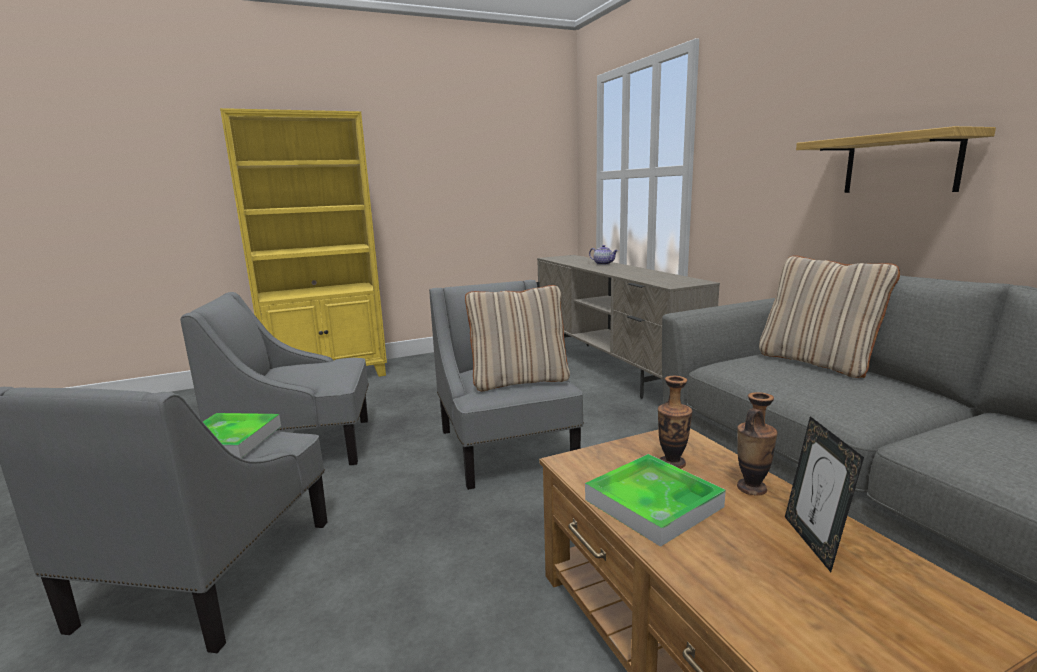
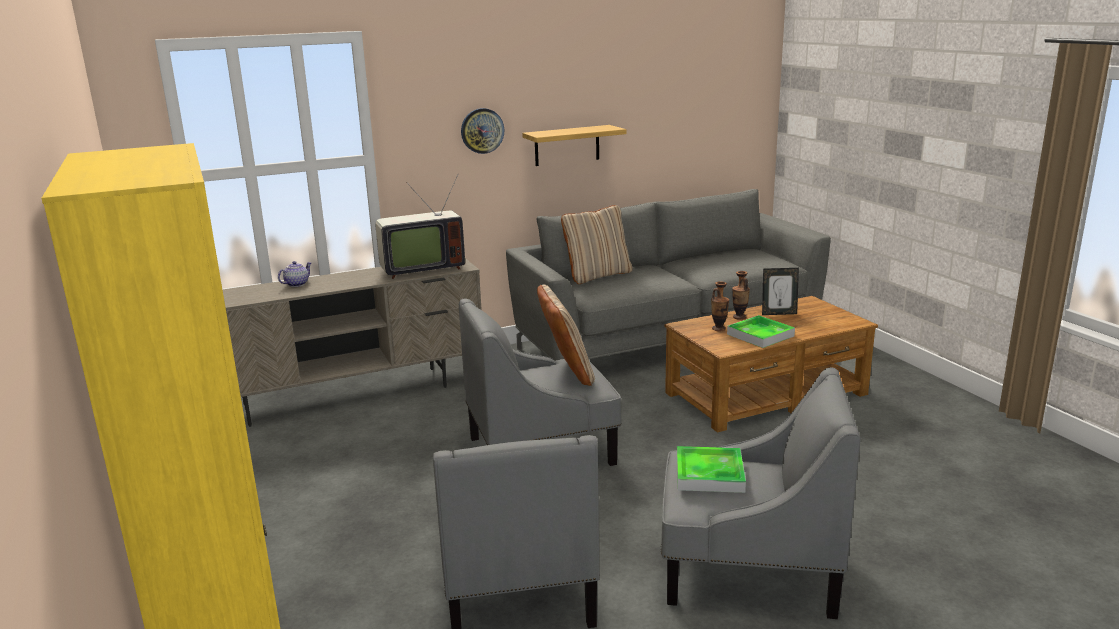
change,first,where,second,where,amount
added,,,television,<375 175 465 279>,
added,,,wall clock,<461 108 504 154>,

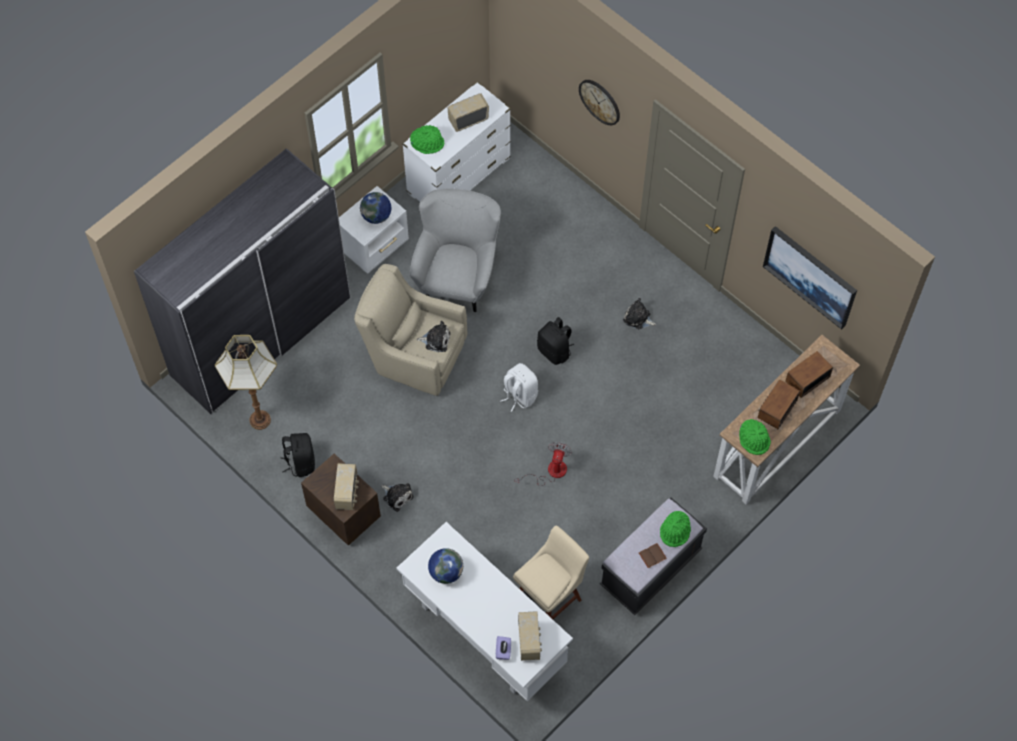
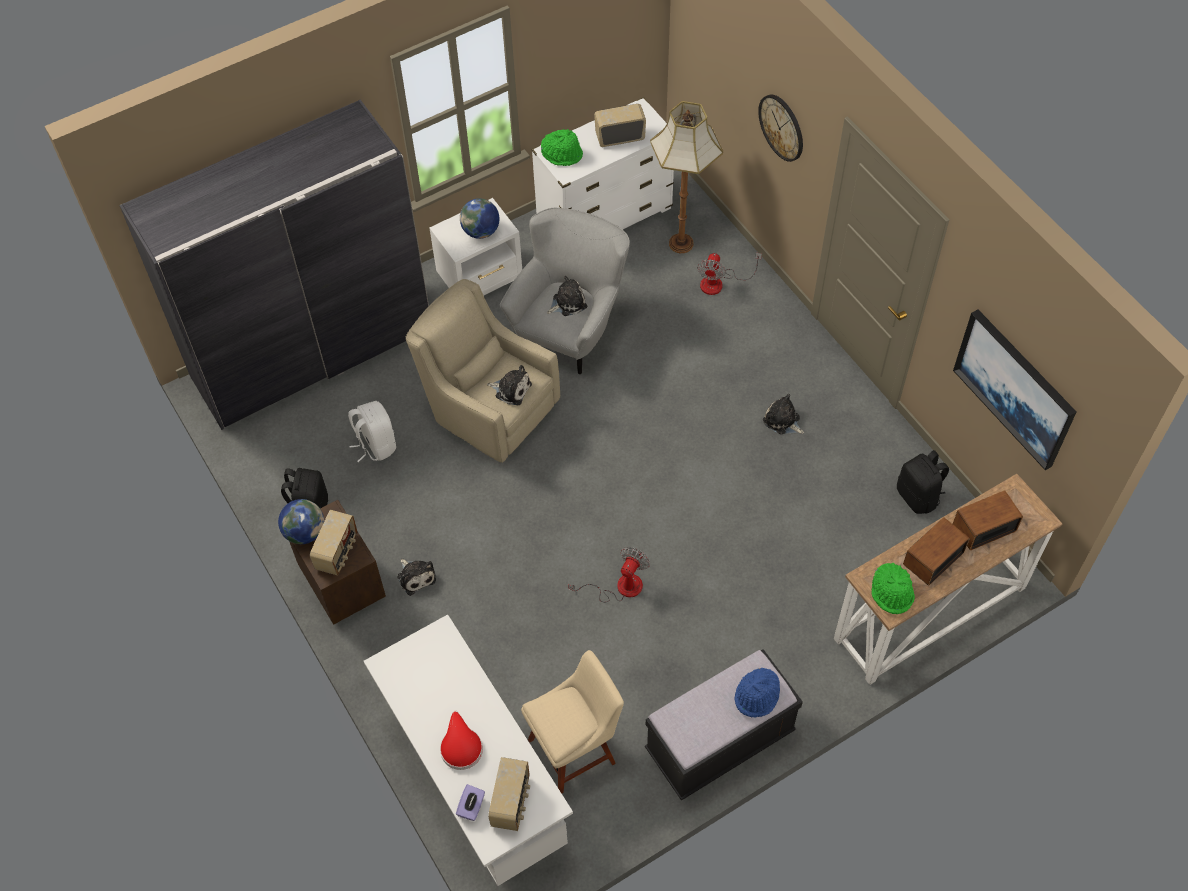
change,first,where,second,where,amount
moved,globe,<428 548 463 584>,,<278 499 324 544>,
moved,white backpack,<501 363 538 412>,,<348 401 396 462>,
added,,,red hat,<440 711 483 770>,
added,,,plush toy,<547 276 587 316>,
moved,floor lamp,<215 335 277 430>,,<650 101 723 253>,
added,,,fan,<697 253 762 295>,
recoloured,green hat,<660 511 691 547>,blue hat,<734 668 780 717>,
moved,black backpack,<537 317 574 365>,,<897 450 949 514>,
removed,brown book,<639 543 667 568>,,,

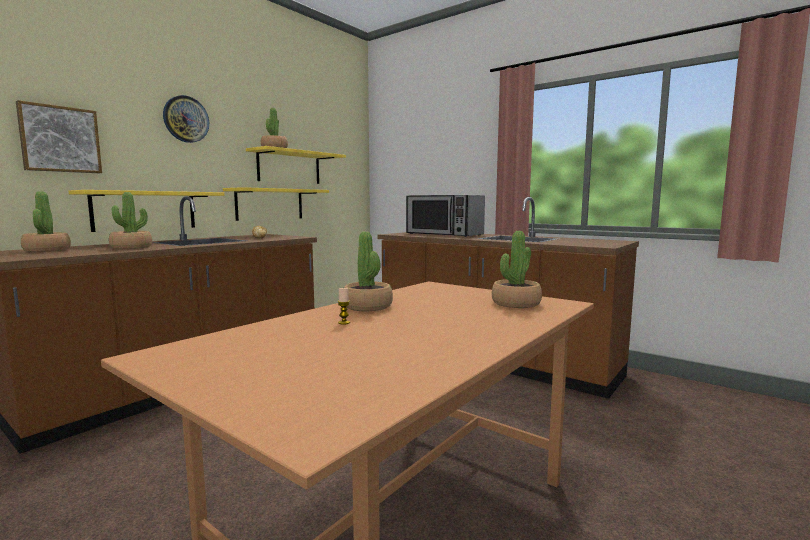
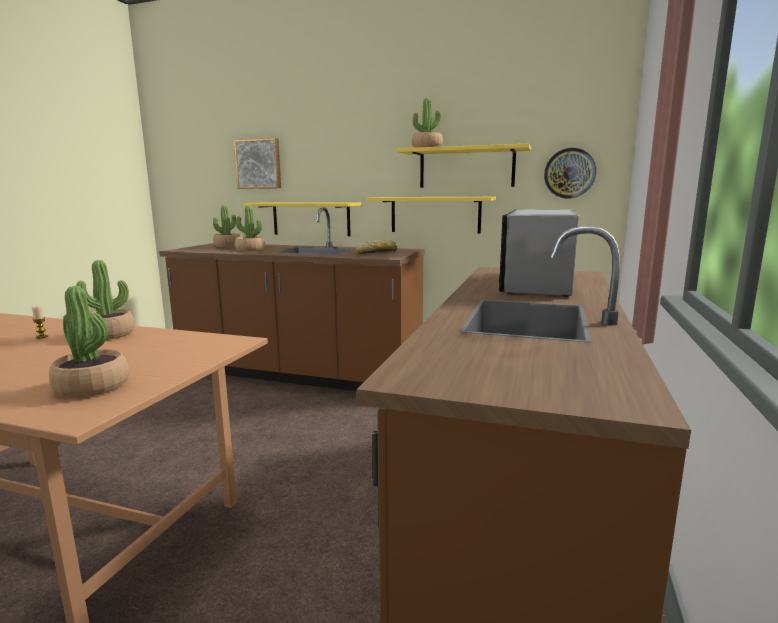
change,first,where,second,where,amount
moved,wall clock,<163 95 209 143>,,<544 148 596 198>,

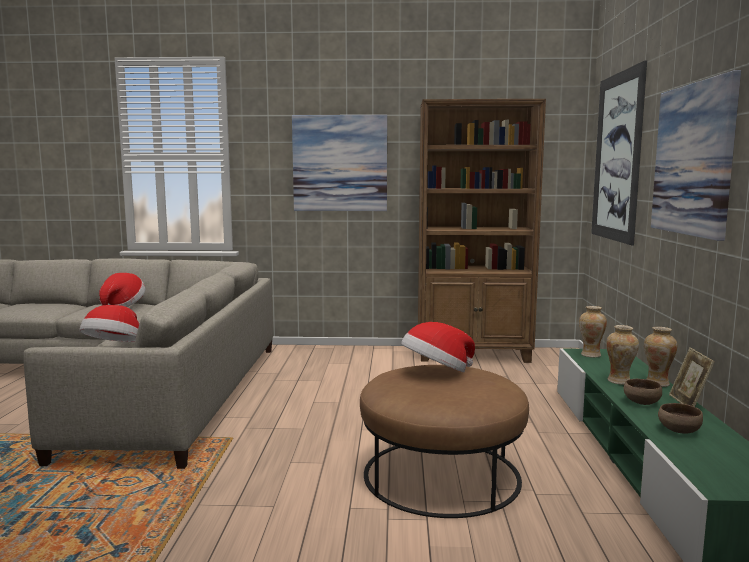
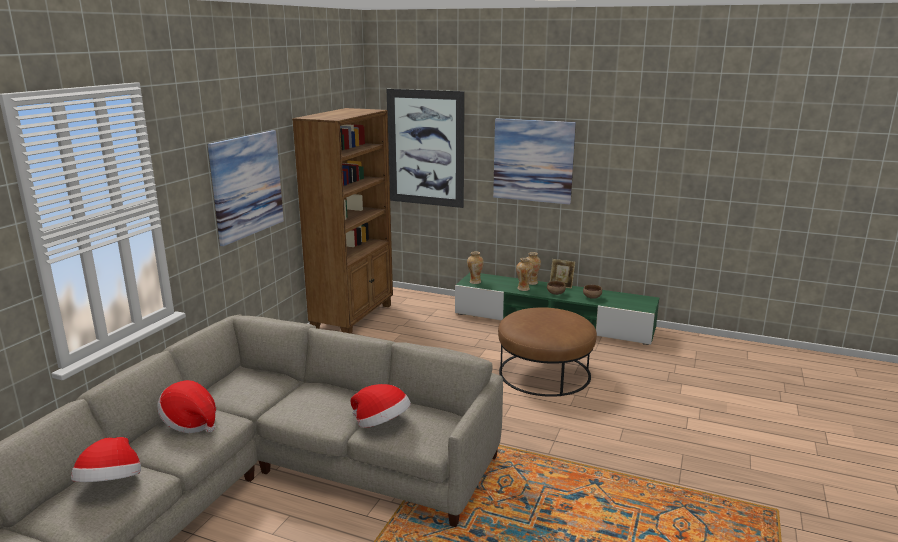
change,first,where,second,where,amount
moved,hat,<401 322 475 372>,,<71 437 141 482>,

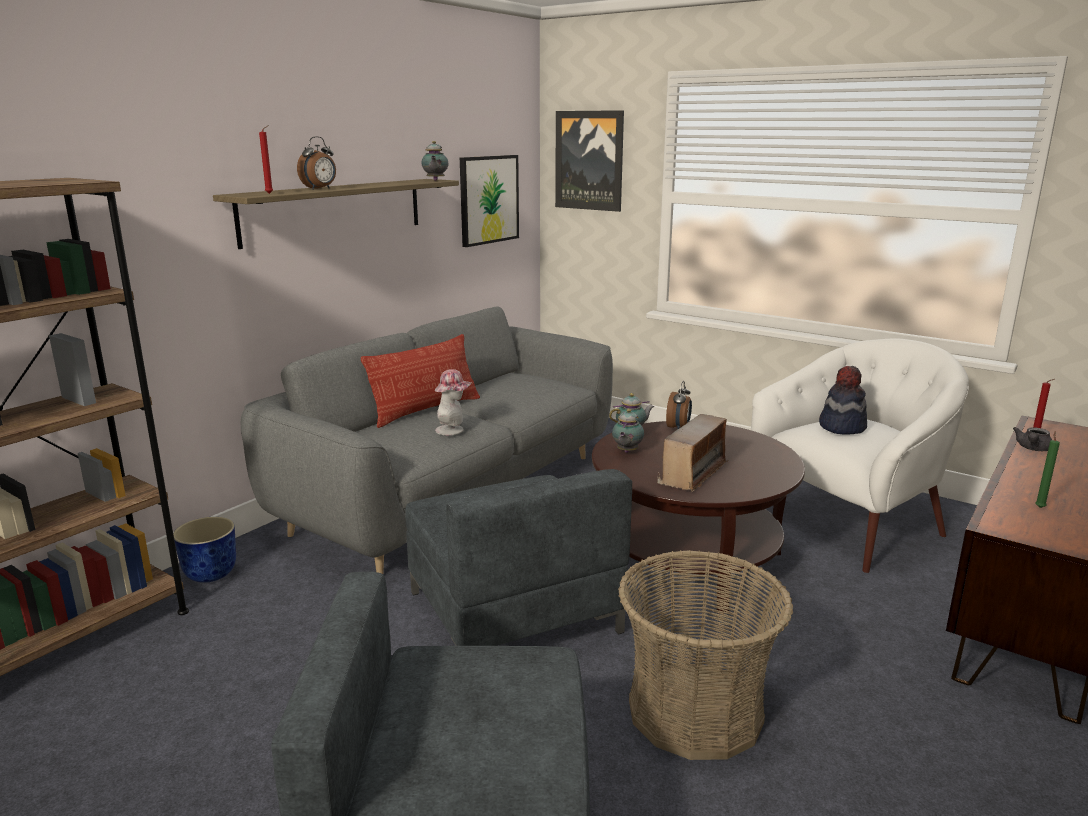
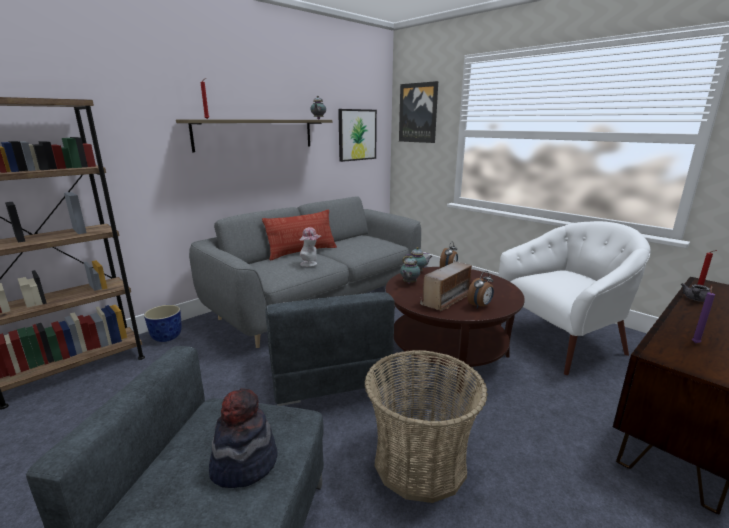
change,first,where,second,where,amount
moved,hat,<819 366 867 435>,,<209 388 278 488>,
moved,alarm clock,<297 136 336 190>,,<467 271 494 308>,
recoloured,green candle,<1035 431 1060 508>,purple candle,<692 286 715 343>,

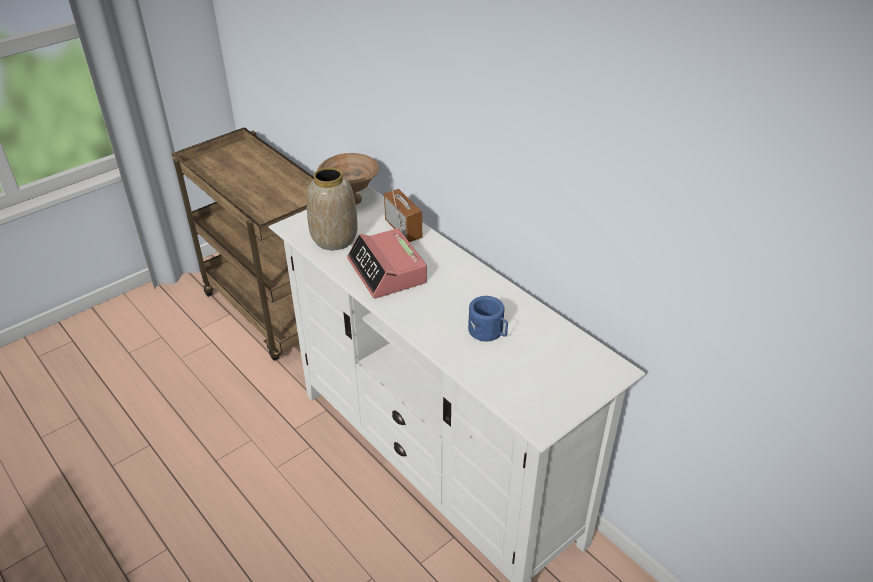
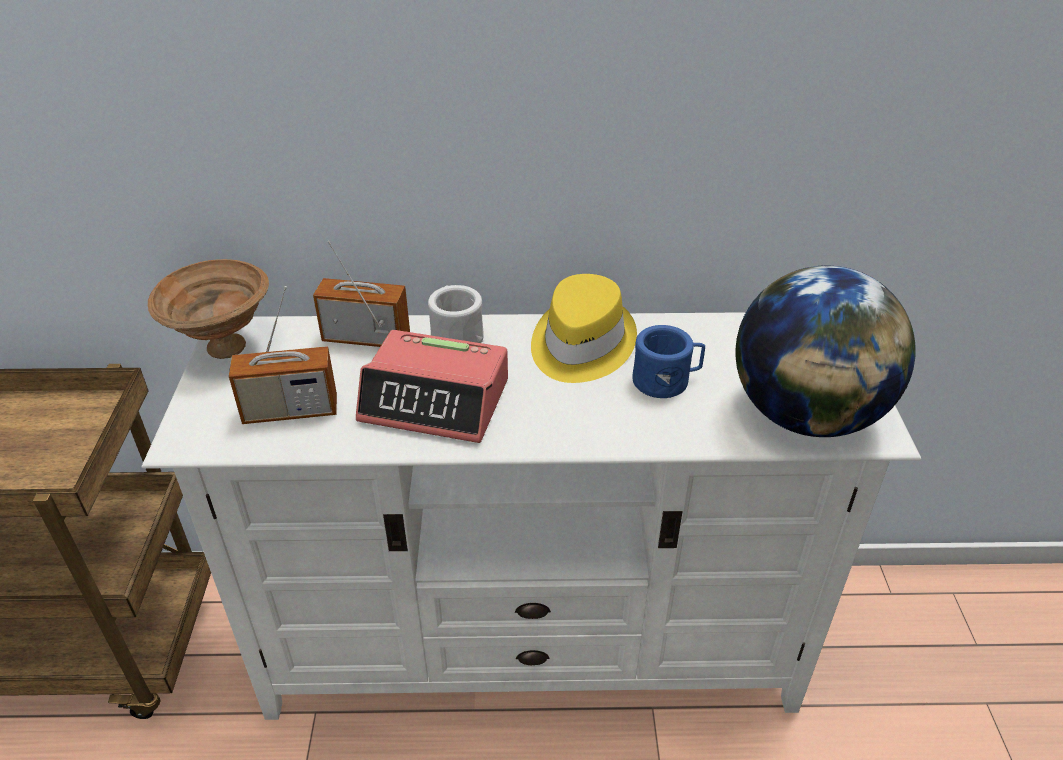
change,first,where,second,where,amount
replaced,vase,<307 167 358 250>,radio,<229 286 337 424>,
added,,,white mug,<428 285 484 343>,
added,,,yellow hat,<531 274 637 383>,
added,,,globe,<736 265 915 437>,

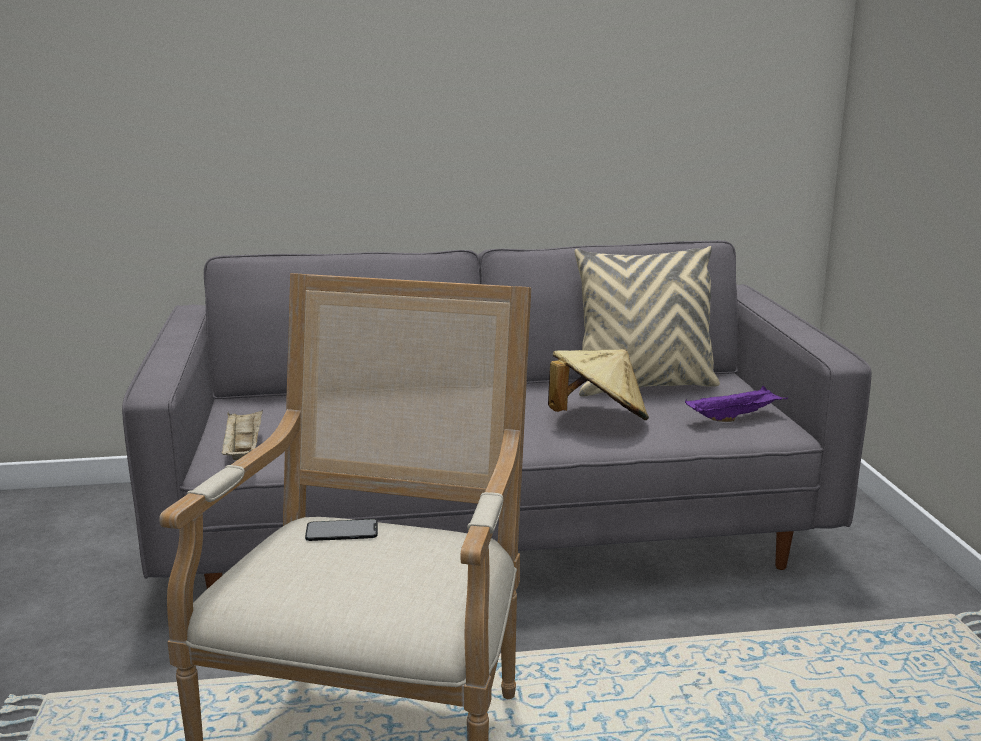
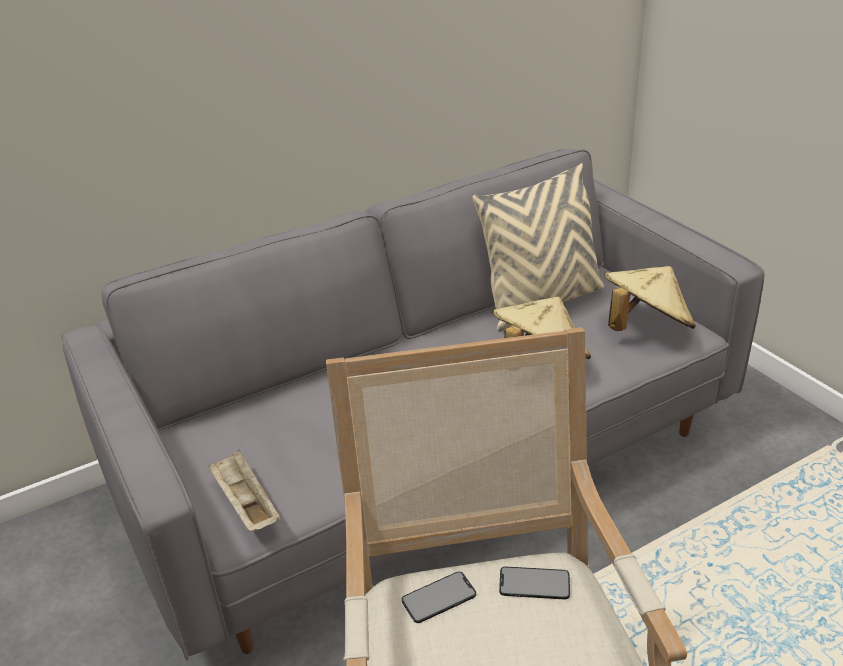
change,first,where,second,where,amount
added,,,phone,<499 567 570 600>,
replaced,purple tray,<685 386 788 422>,beige hat,<604 266 696 331>,

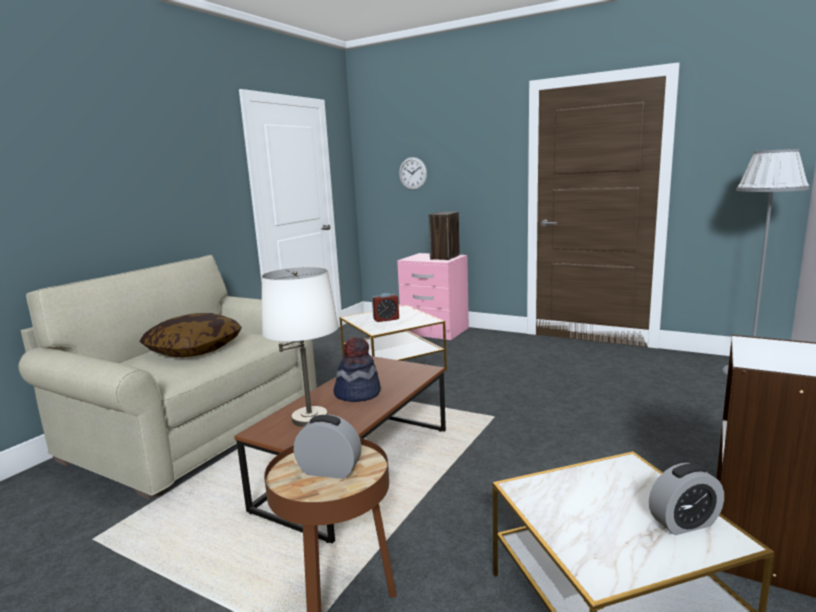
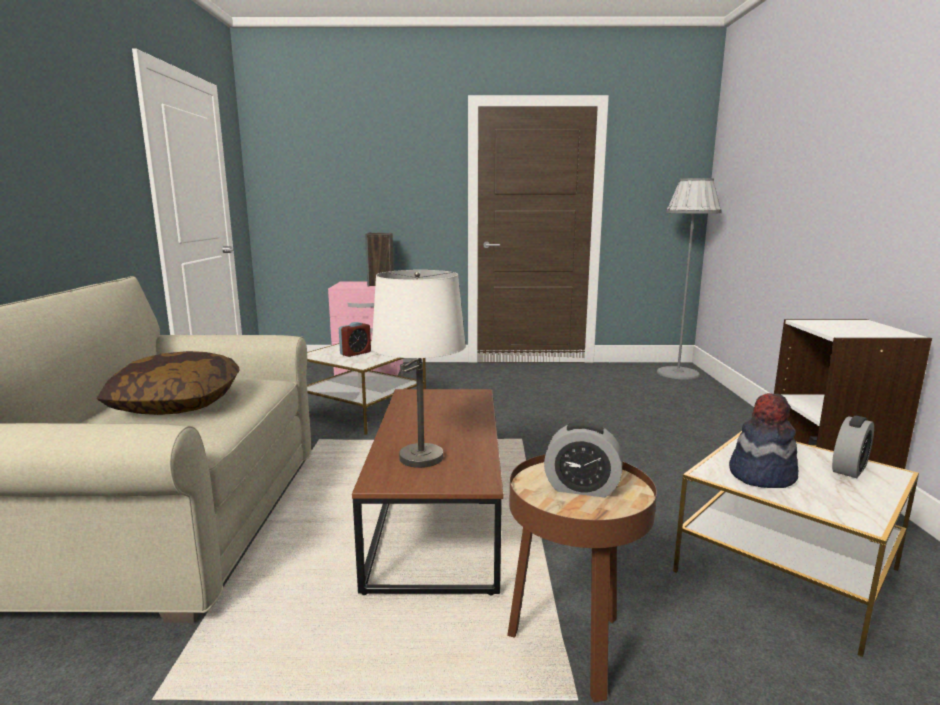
change,first,where,second,where,amount
turned,alarm clock,<294 414 362 479>,,<544 421 623 498>,150 degrees counterclockwise
moved,hat,<333 337 381 402>,,<729 393 798 488>,
removed,wall clock,<399 157 427 190>,,,

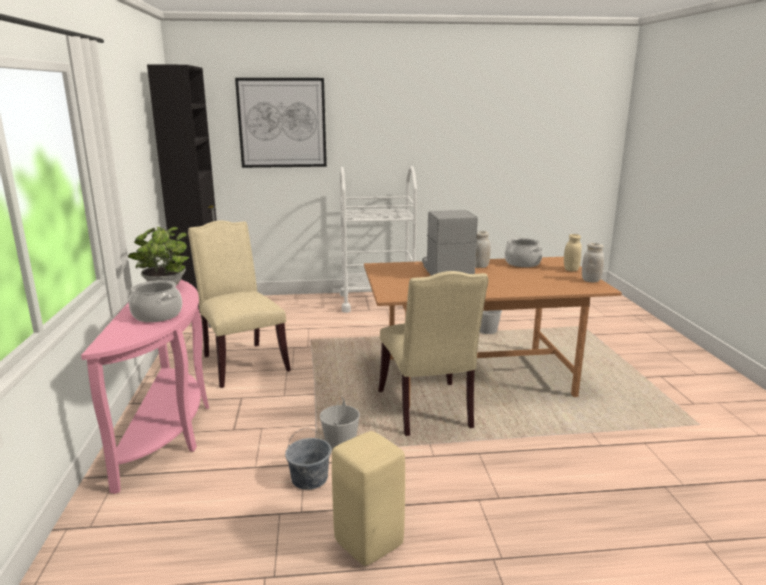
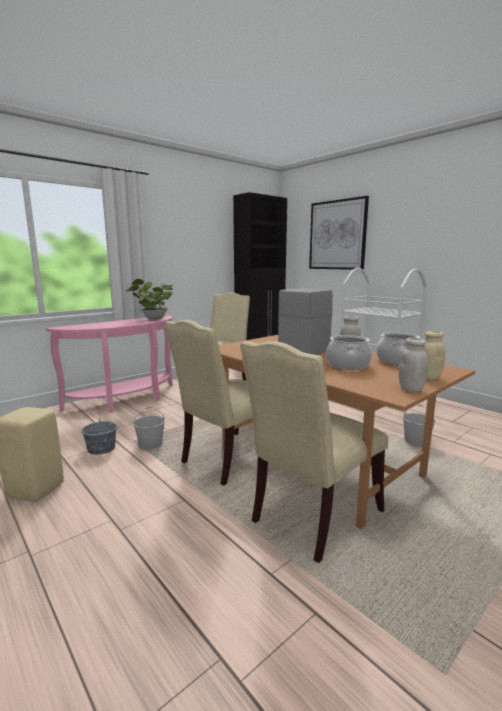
change,first,where,second,where,amount
added,,,beige chair,<240 341 388 563>,
moved,cooking pot,<129 280 182 322>,,<326 335 372 370>,

